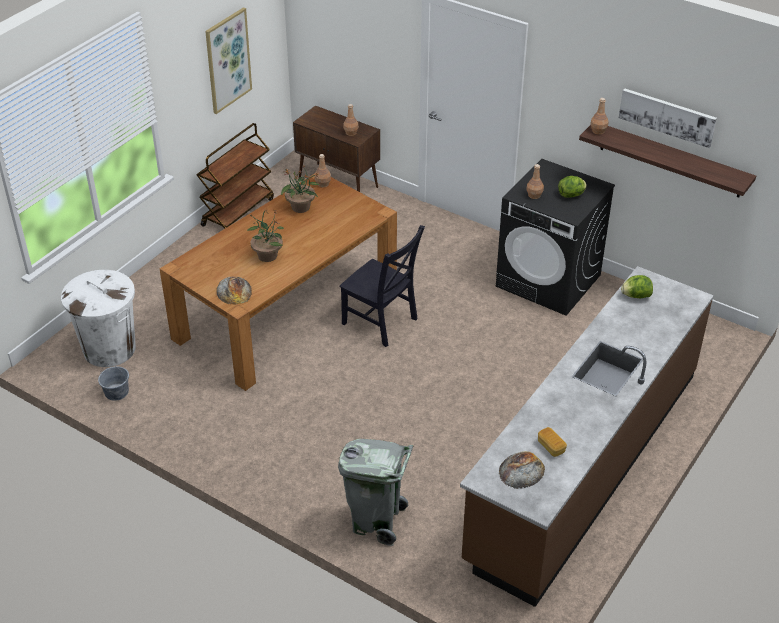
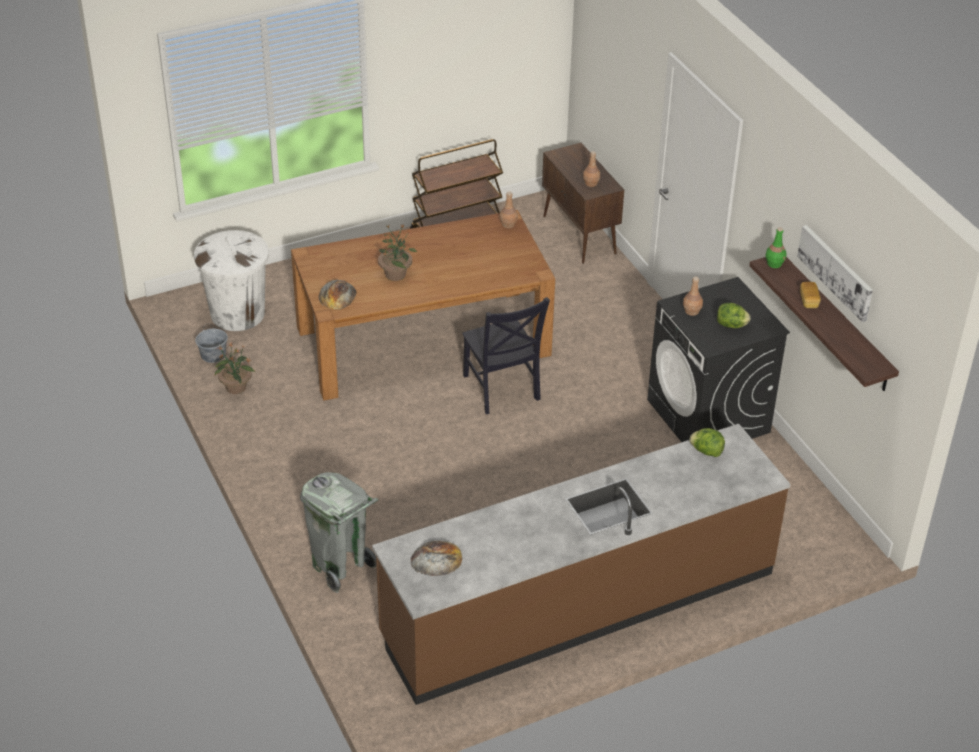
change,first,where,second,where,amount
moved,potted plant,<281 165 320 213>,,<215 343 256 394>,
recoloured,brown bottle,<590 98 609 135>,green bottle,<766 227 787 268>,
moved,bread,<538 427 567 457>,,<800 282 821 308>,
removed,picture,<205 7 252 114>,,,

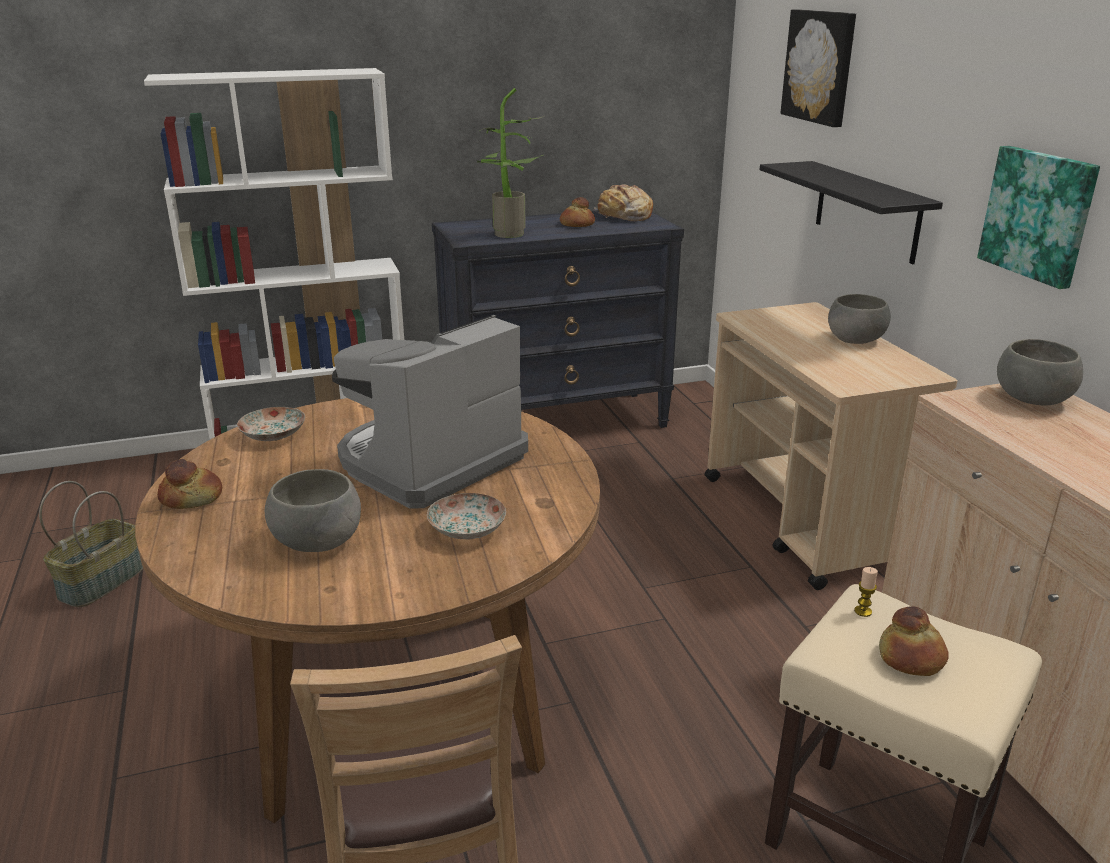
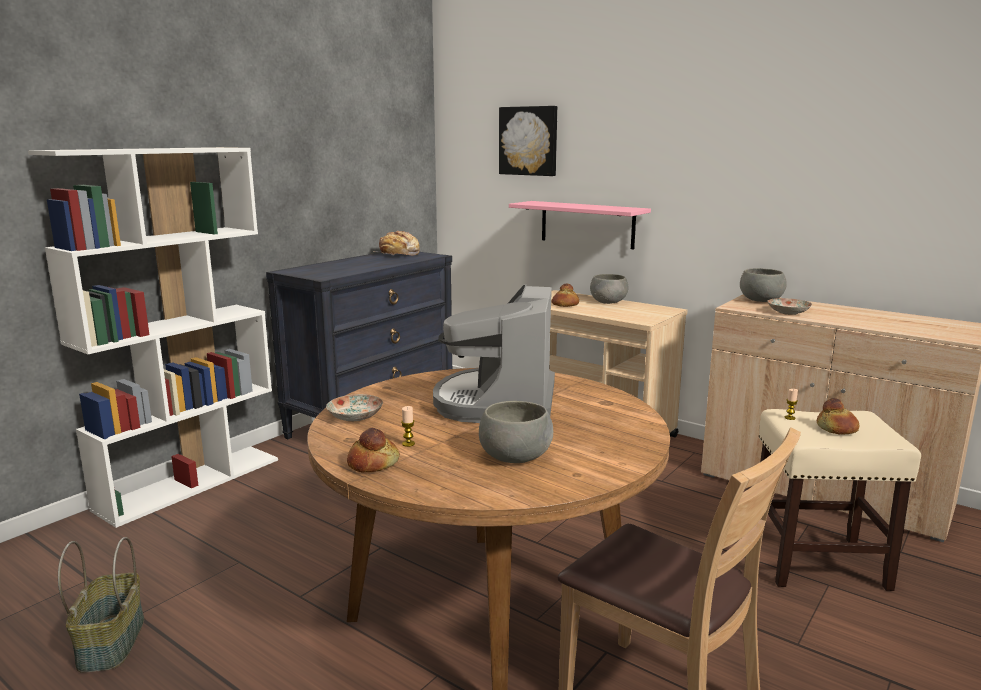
change,first,where,second,where,amount
added,,,candle,<401 406 415 447>,
recoloured,black shelf,<759 161 943 264>,pink shelf,<509 201 651 250>,
moved,bread,<560 197 595 227>,,<552 284 579 307>,
moved,plate,<427 493 506 540>,,<768 298 812 315>,
removed,potted plant,<476 88 544 238>,,,
removed,picture,<977 146 1100 289>,,,

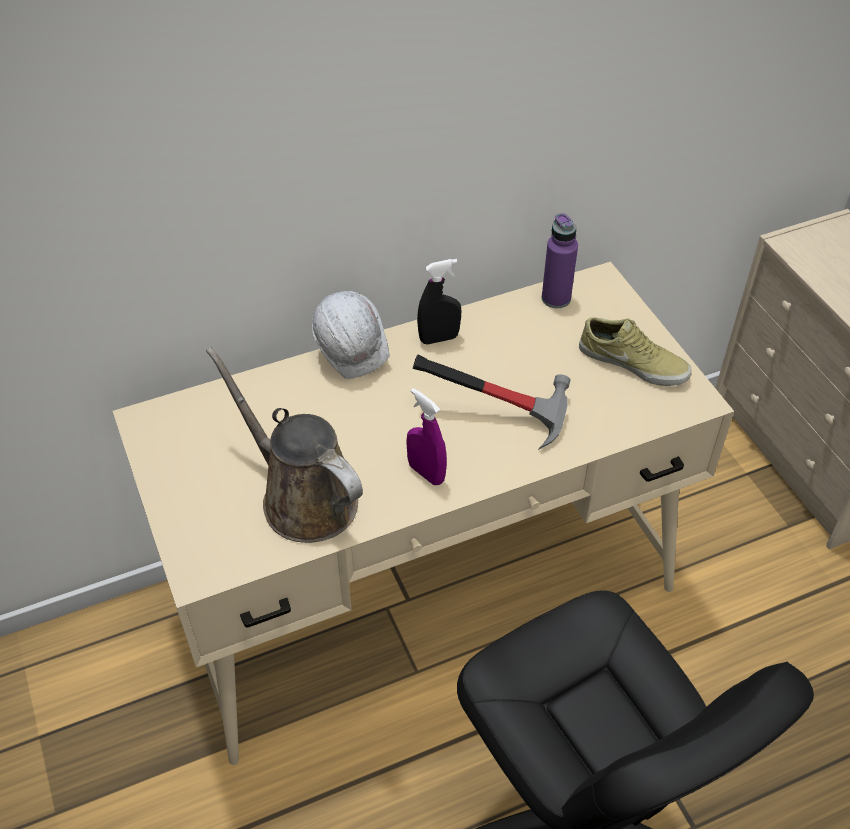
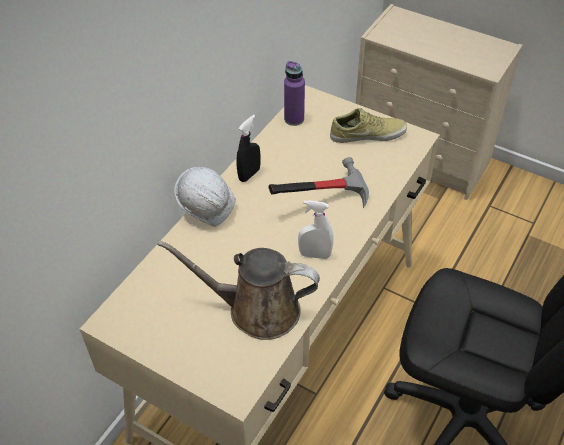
change,first,where,second,where,amount
recoloured,purple spray bottle,<407 388 447 485>,white spray bottle,<298 200 333 259>,

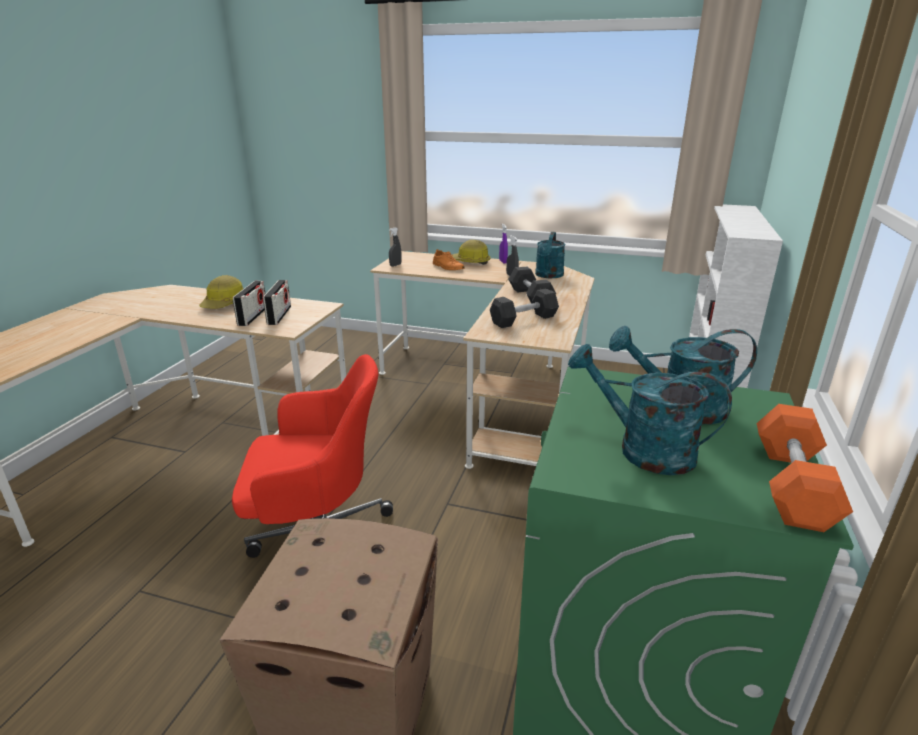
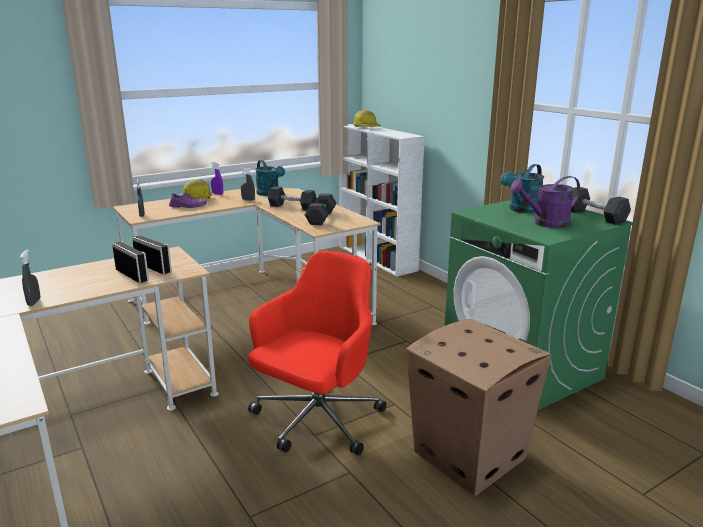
change,first,where,second,where,amount
added,,,grey spray bottle,<20 250 41 306>,
recoloured,orange shoe,<433 249 465 270>,purple shoe,<169 192 207 208>,
moved,hard hat,<199 275 243 309>,,<353 110 381 127>,
recoloured,turquoise watering can,<568 344 732 475>,purple watering can,<510 176 580 228>,
recoloured,orange dumbbell,<757 404 853 532>,grey dumbbell,<571 187 631 225>,

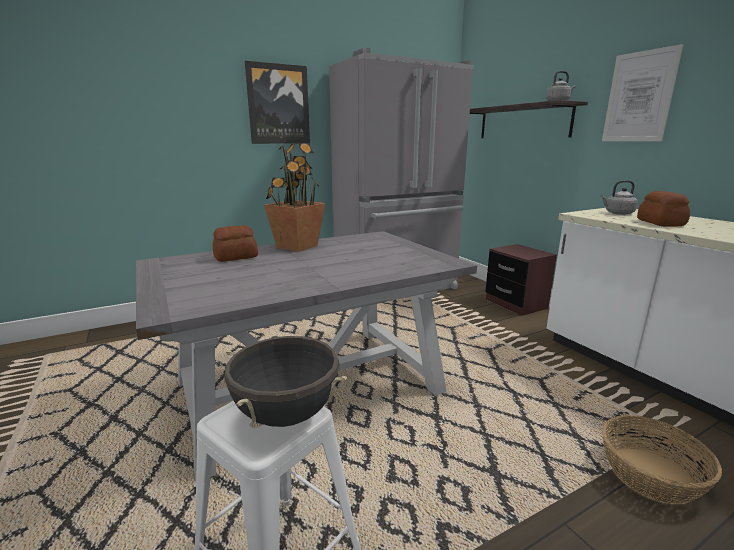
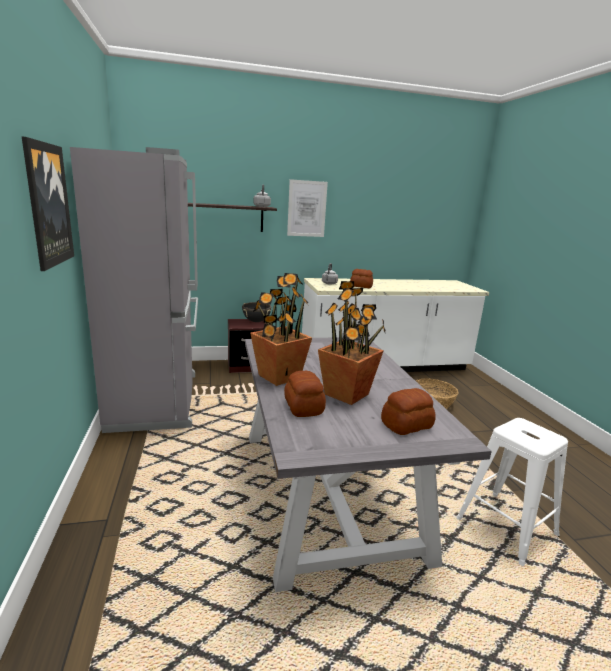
change,first,where,second,where,amount
moved,black cooking pot,<224 334 347 427>,,<242 302 272 322>,
added,,,potted plant,<318 281 385 405>,
added,,,bread,<381 388 436 435>,

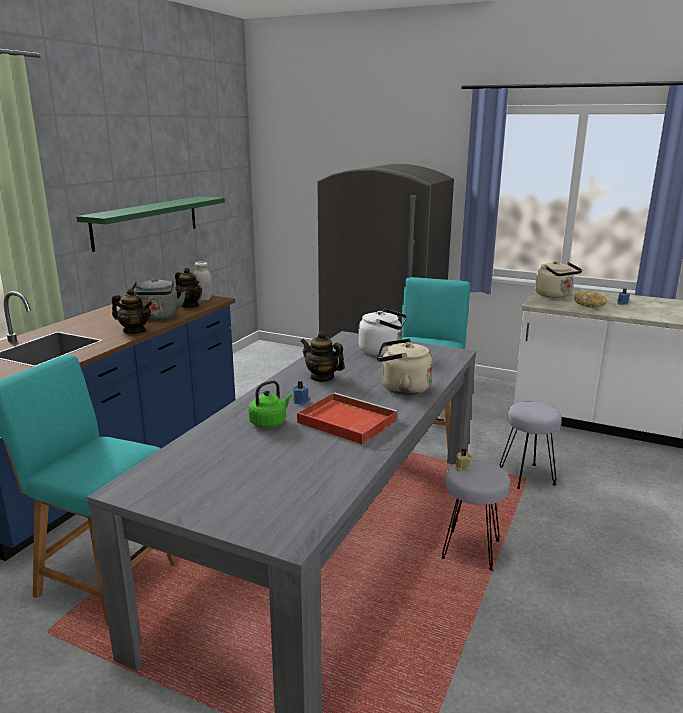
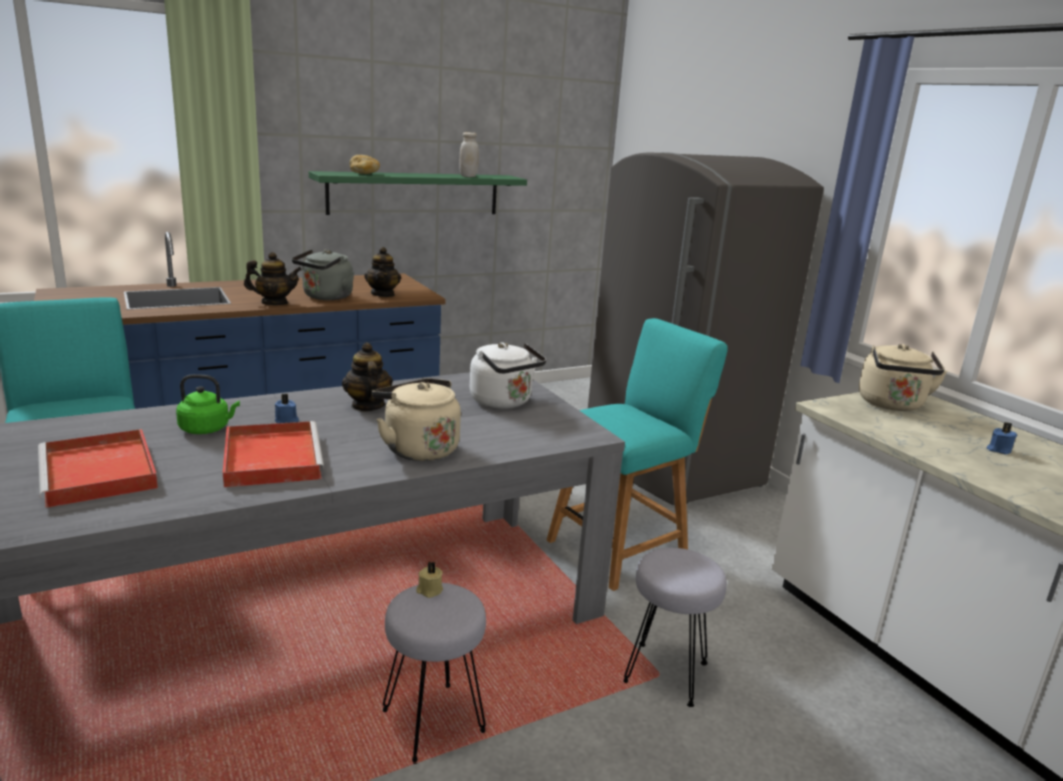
change,first,where,second,where,amount
added,,,red tray,<38 429 158 508>,
turned,teapot,<112 288 152 334>,,<244 252 302 305>,60 degrees counterclockwise
moved,bread,<575 290 607 308>,,<349 155 380 174>,
moved,white jar,<194 261 212 301>,,<459 132 479 177>,

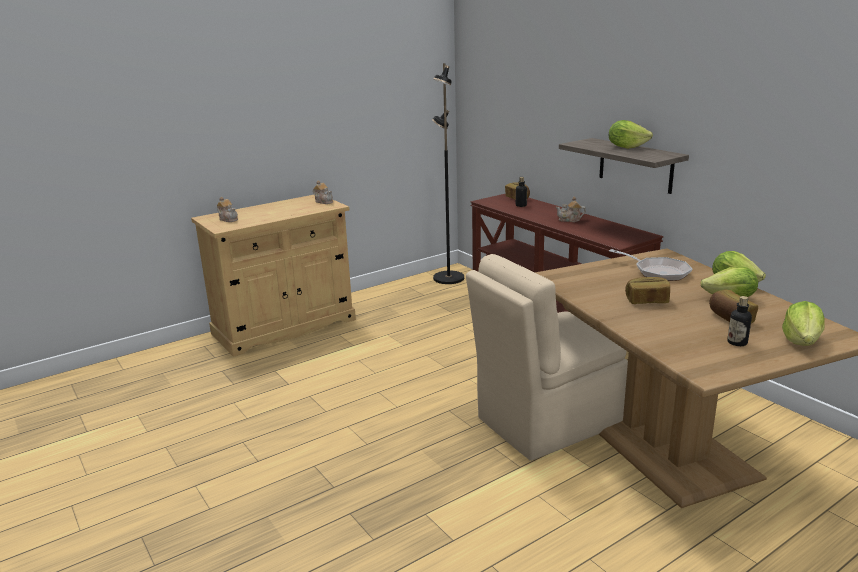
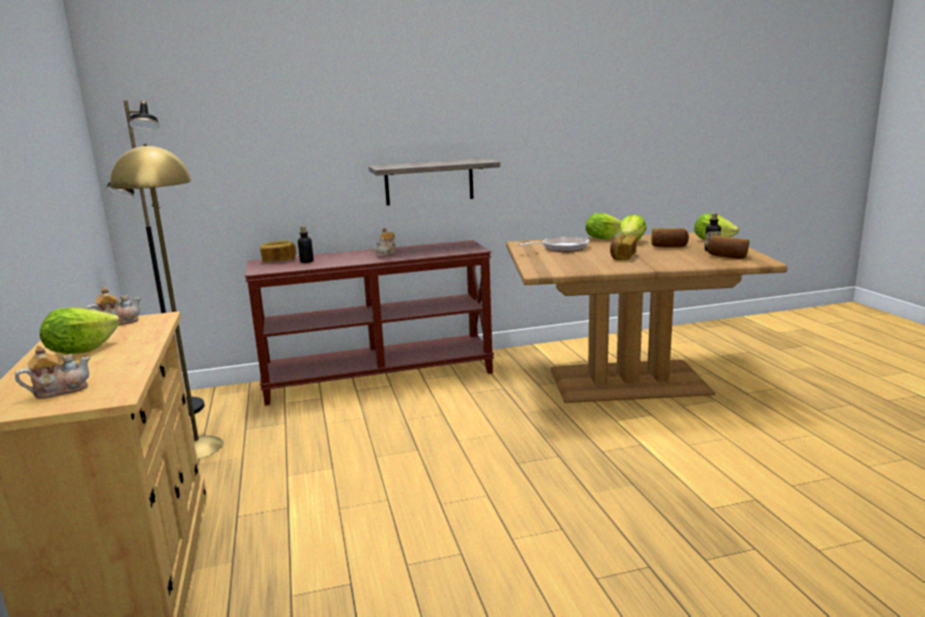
change,first,where,second,where,amount
moved,lettuce,<609 120 653 149>,,<40 307 120 354>,
added,,,yellow floor lamp,<110 144 223 459>,
added,,,bread,<707 235 749 259>,
removed,beige chair,<466 254 628 461>,,,

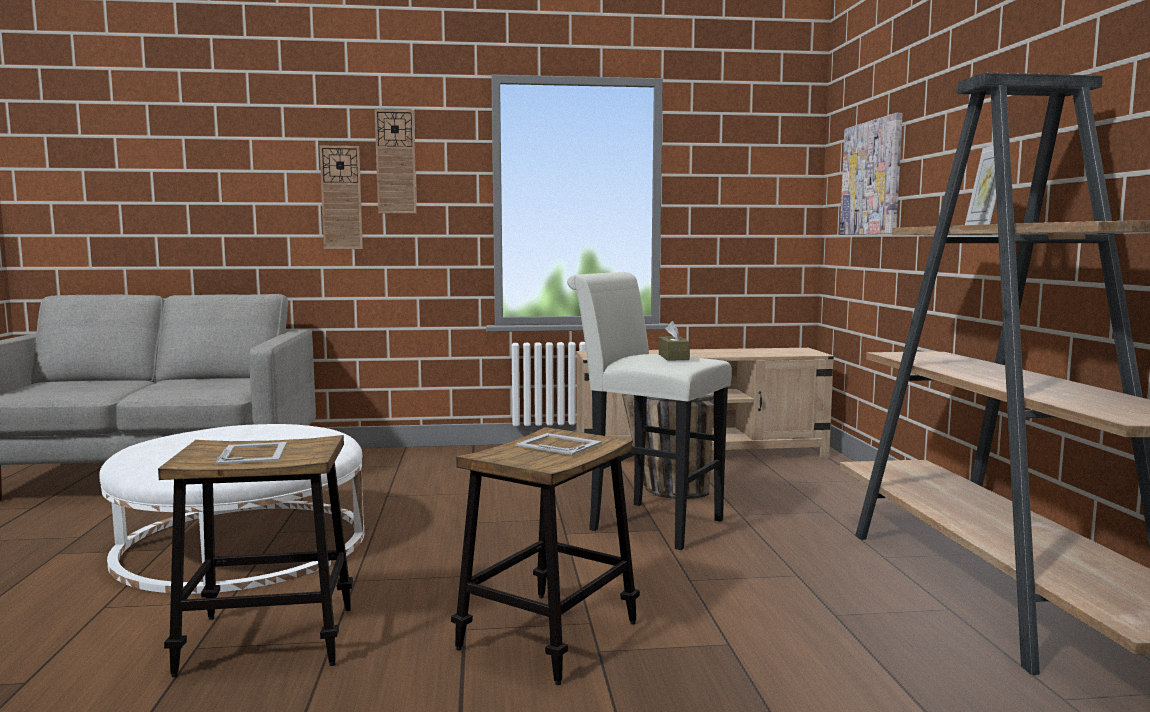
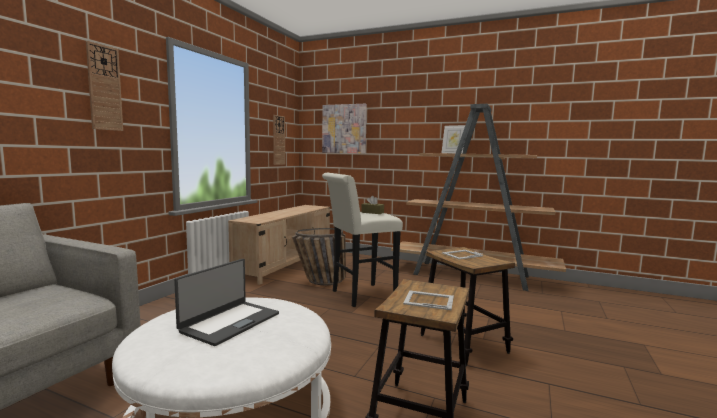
change,first,where,second,where,amount
added,,,laptop,<174 259 279 346>,
moved,wall clock,<320 146 363 249>,,<273 115 285 165>,

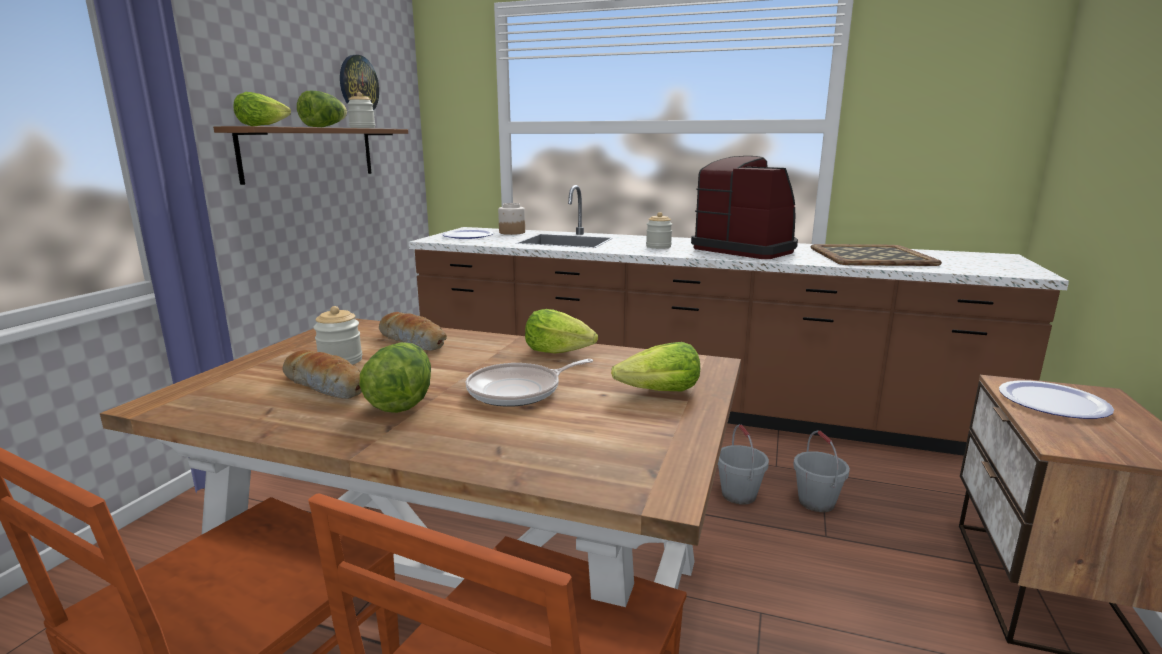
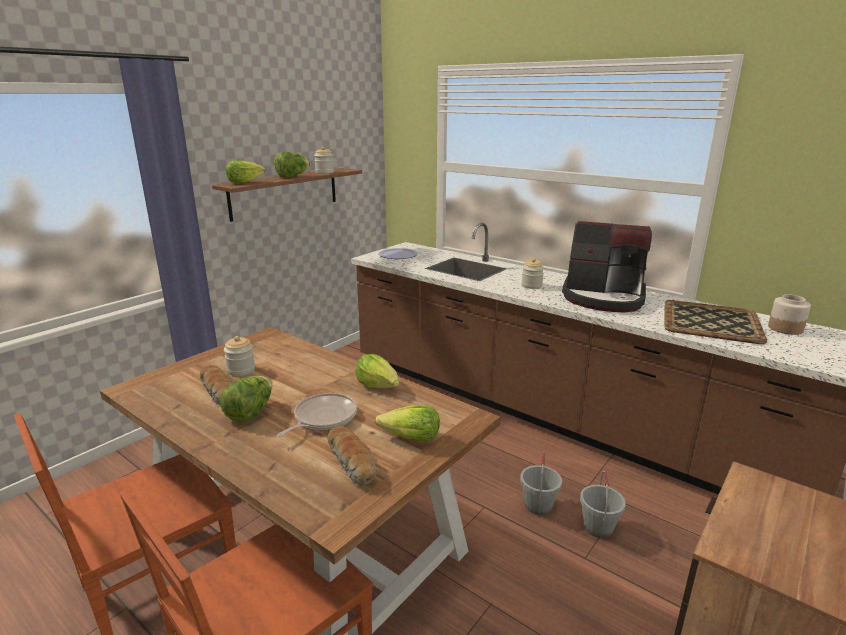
change,first,where,second,where,amount
turned,frying pan,<466 359 593 407>,,<276 393 357 437>,135 degrees clockwise
moved,bread,<379 312 447 351>,,<327 426 376 486>,
turned,coffee machine,<691 156 798 259>,,<562 221 652 312>,135 degrees clockwise
moved,jar,<498 203 525 235>,,<768 294 811 335>,
removed,wall clock,<340 55 379 111>,,,
removed,plate,<999 380 1114 419>,,,

